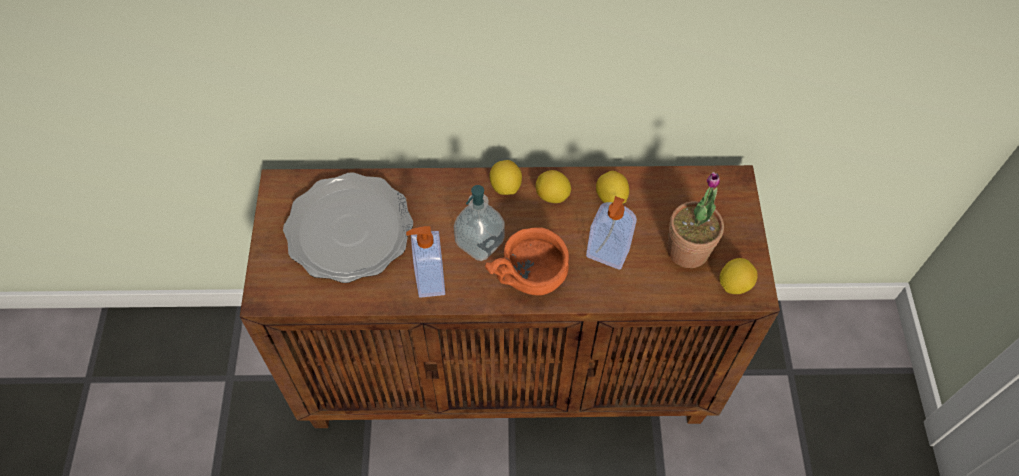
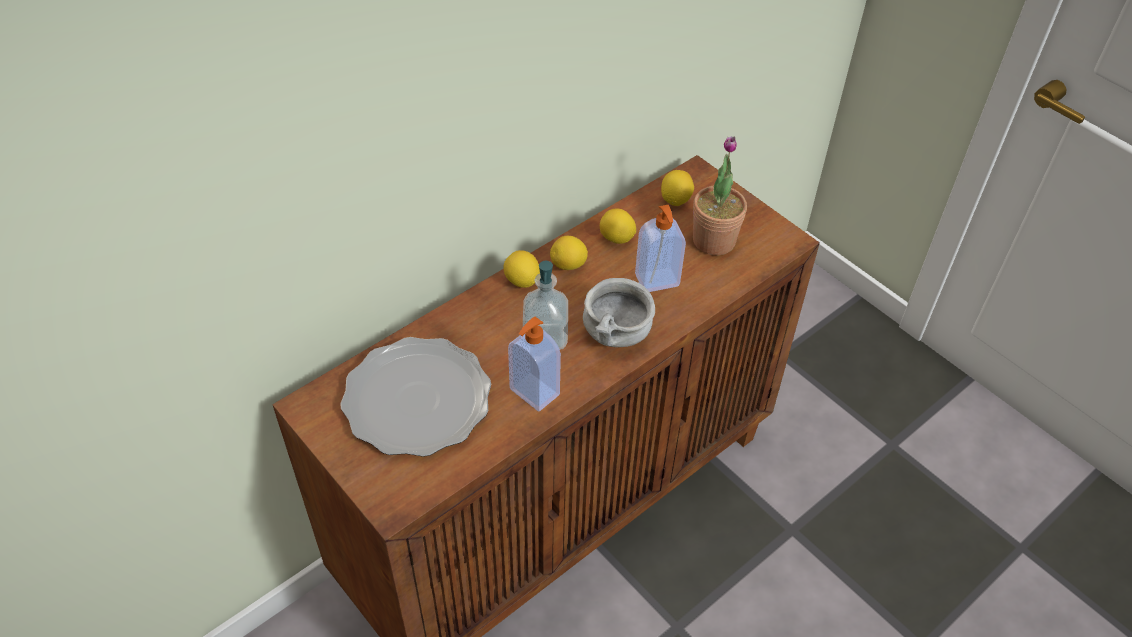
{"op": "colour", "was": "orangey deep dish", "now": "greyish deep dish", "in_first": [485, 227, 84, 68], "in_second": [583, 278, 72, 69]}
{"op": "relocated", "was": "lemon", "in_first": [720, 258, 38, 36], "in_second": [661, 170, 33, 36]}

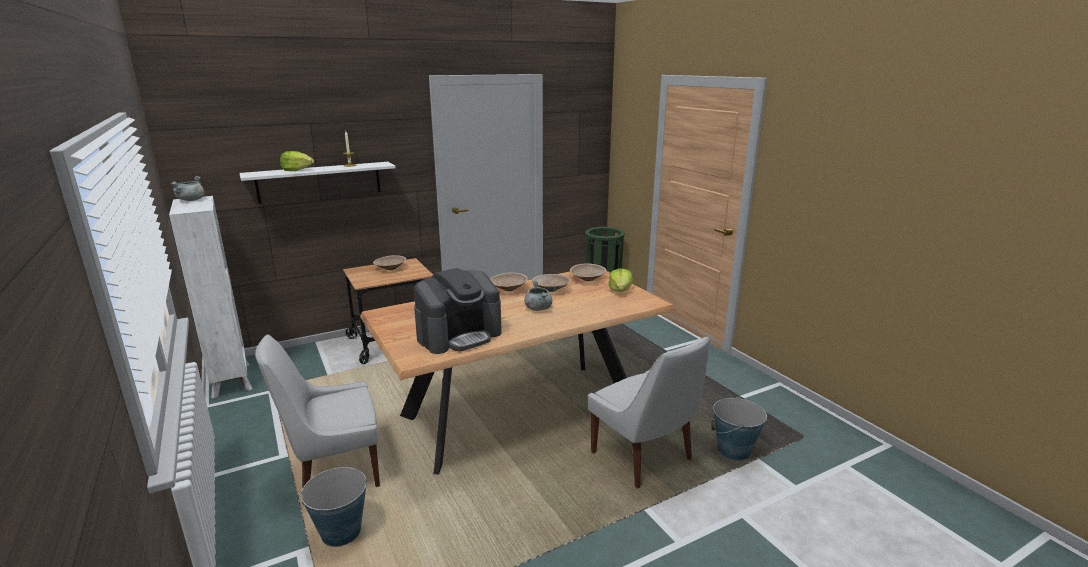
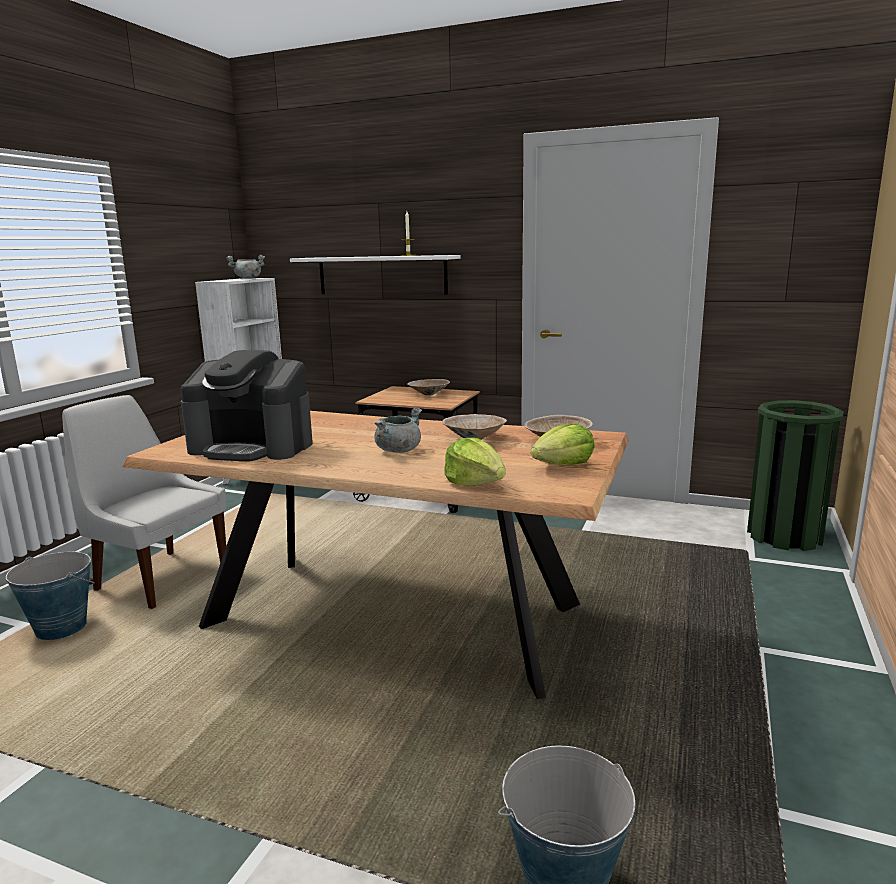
{"op": "relocated", "was": "head of lettuce", "in_first": [280, 151, 34, 20], "in_second": [444, 437, 62, 49]}
{"op": "missing", "was": "beige deep dish", "in_first": [490, 272, 38, 19]}
{"op": "missing", "was": "whitish upright chair", "in_first": [588, 337, 122, 151]}

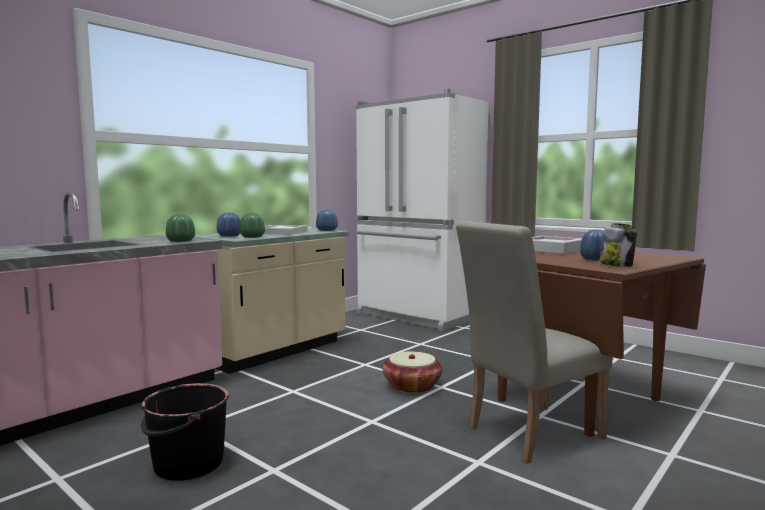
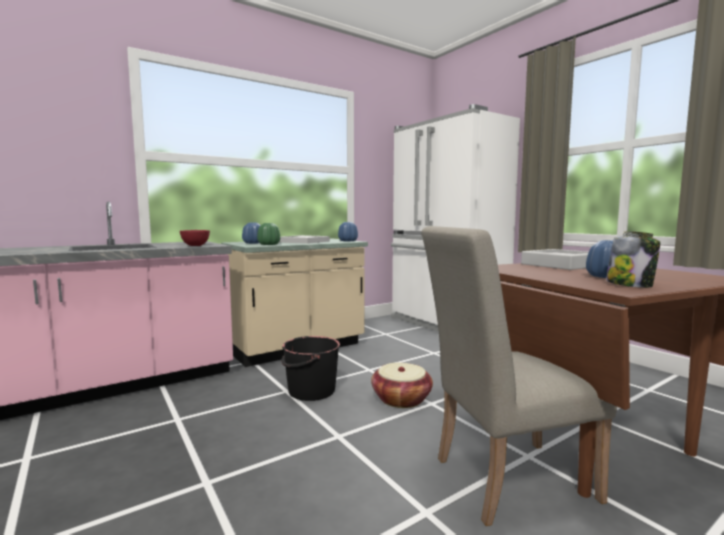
{"op": "relocated", "was": "black pail", "in_first": [141, 383, 88, 98], "in_second": [281, 336, 59, 65]}
{"op": "exchanged", "was": "green-coloured decorative vase", "now": "red-coloured deep dish", "in_first": [166, 214, 29, 28], "in_second": [180, 230, 30, 16]}

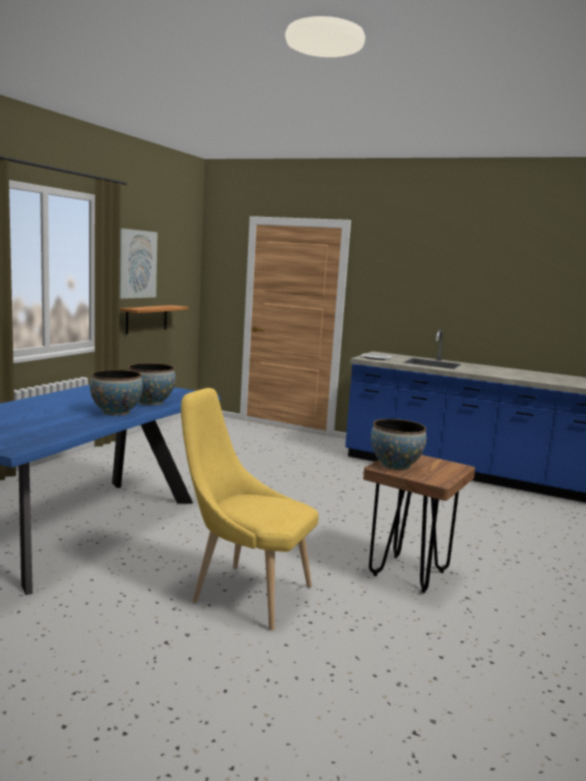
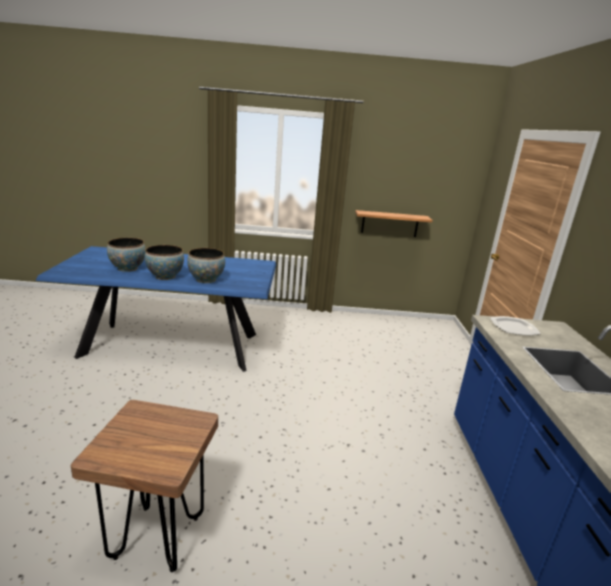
{"op": "missing", "was": "wall picture", "in_first": [119, 228, 39, 71]}
{"op": "missing", "was": "yellow-coloured upright chair", "in_first": [181, 388, 138, 242]}
{"op": "relocated", "was": "deep dish", "in_first": [371, 419, 55, 51], "in_second": [107, 238, 39, 34]}

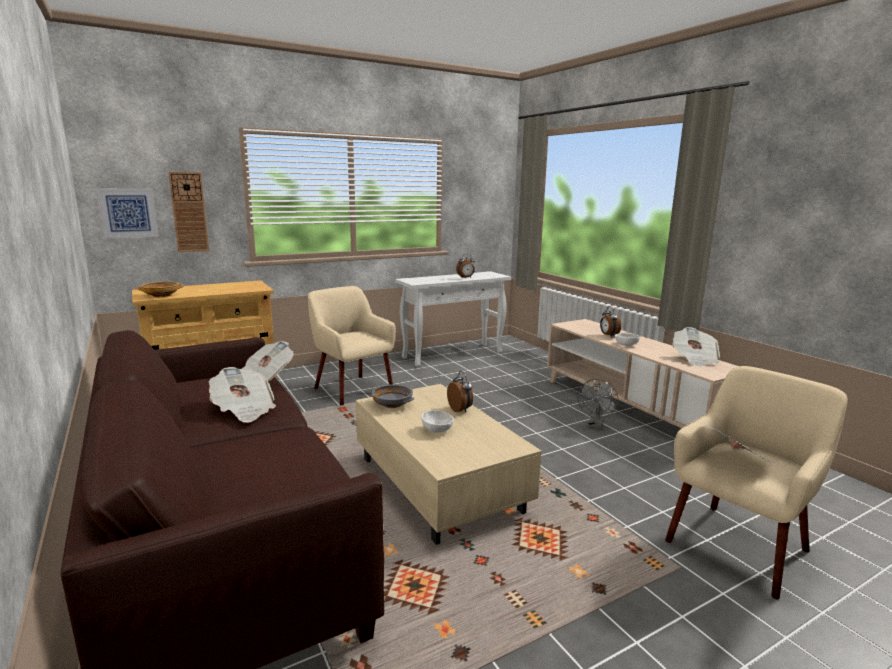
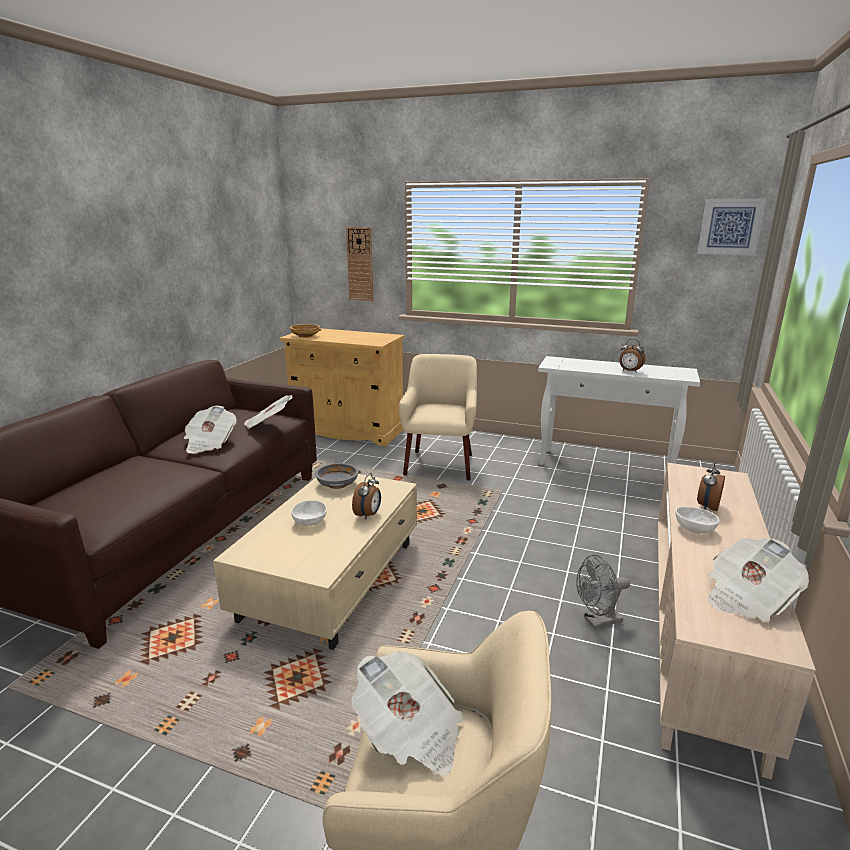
{"op": "relocated", "was": "wall picture", "in_first": [96, 188, 63, 51], "in_second": [697, 199, 69, 56]}

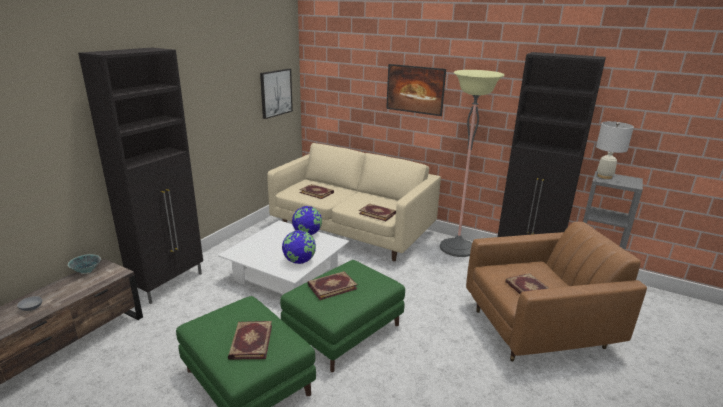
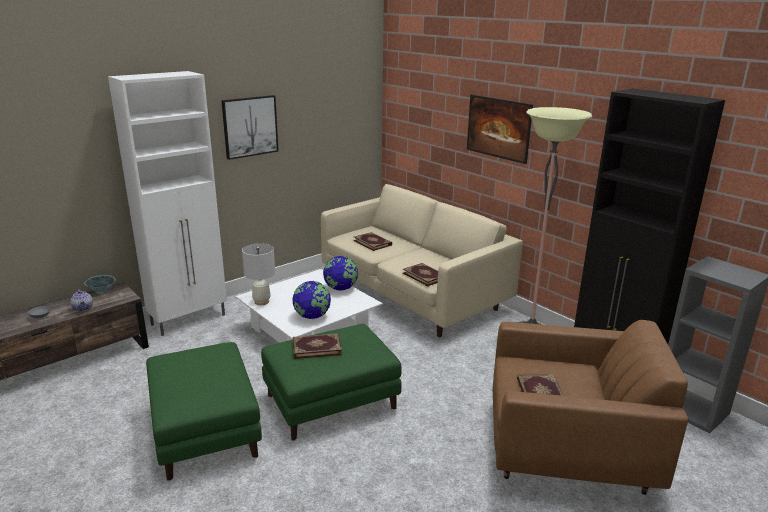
{"op": "colour", "was": "black storage cabinet", "now": "whitish storage cabinet", "in_first": [78, 48, 125, 256], "in_second": [108, 71, 119, 265]}
{"op": "missing", "was": "book", "in_first": [228, 321, 44, 39]}
{"op": "relocated", "was": "wall picture", "in_first": [260, 69, 33, 50], "in_second": [221, 95, 58, 65]}
{"op": "relocated", "was": "whitish table lamp", "in_first": [596, 121, 38, 58], "in_second": [242, 243, 33, 62]}
{"op": "appeared", "now": "pot for tea", "in_second": [70, 289, 23, 22]}

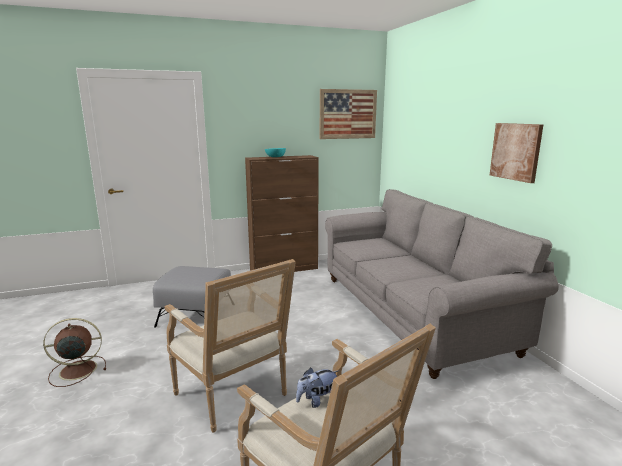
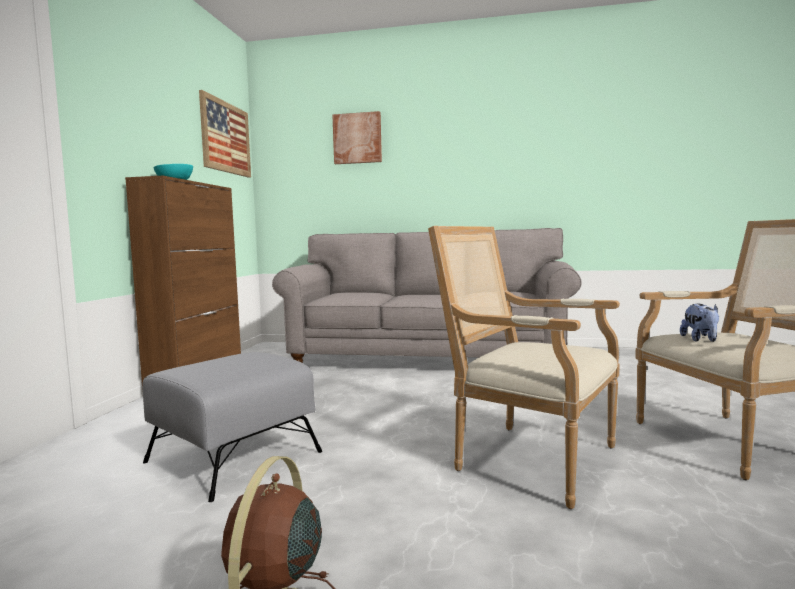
{"op": "spun", "was": "armchair", "in_first": [165, 259, 131, 173], "in_second": [428, 226, 192, 283], "clockwise": -135}
{"op": "relocated", "was": "wall picture", "in_first": [490, 123, 53, 60], "in_second": [332, 111, 50, 53]}

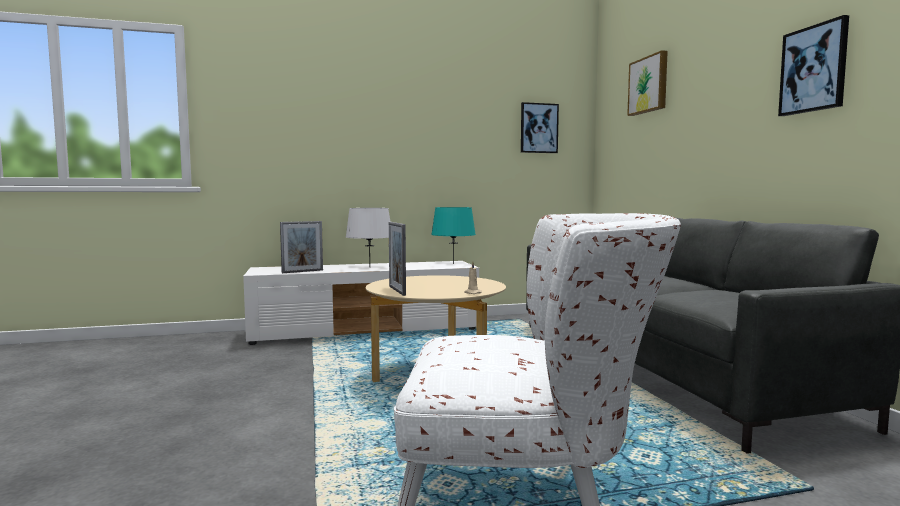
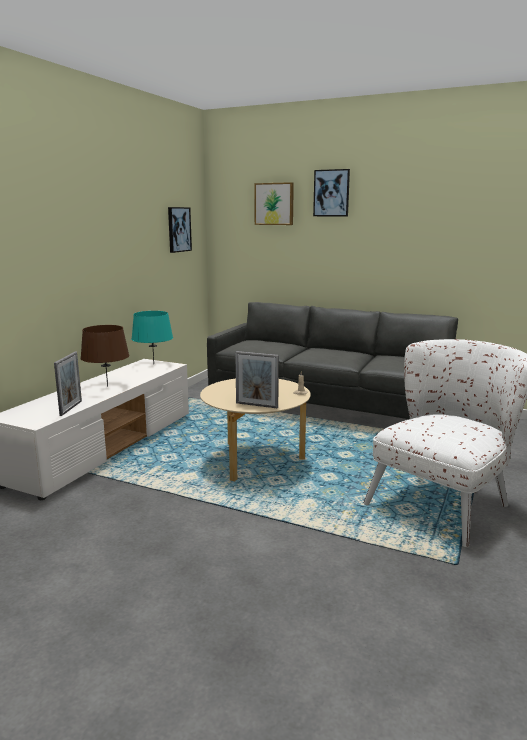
{"op": "colour", "was": "whitish table lamp", "now": "brown table lamp", "in_first": [346, 208, 44, 57], "in_second": [80, 325, 49, 62]}
{"op": "relocated", "was": "wall picture", "in_first": [778, 15, 71, 101], "in_second": [313, 169, 37, 47]}

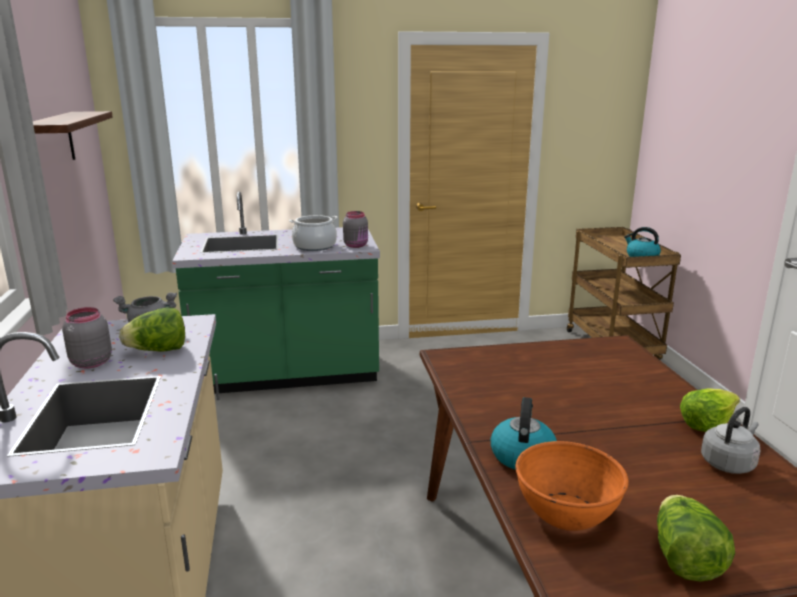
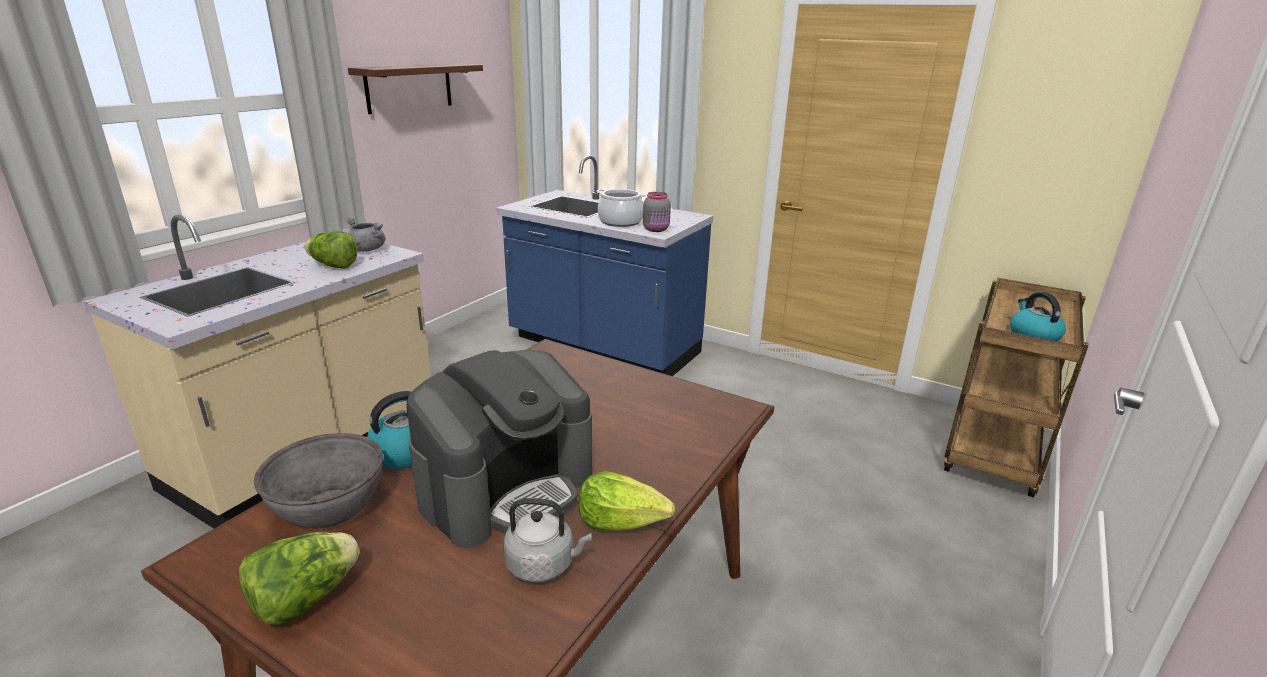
{"op": "missing", "was": "greyish storage jar", "in_first": [62, 307, 50, 62]}
{"op": "colour", "was": "green-coloured counter", "now": "blue counter", "in_first": [172, 192, 208, 202], "in_second": [496, 155, 217, 221]}
{"op": "colour", "was": "orangey deep dish", "now": "greyish deep dish", "in_first": [515, 441, 114, 90], "in_second": [254, 433, 129, 95]}
{"op": "appeared", "now": "coffee maker", "in_second": [406, 350, 186, 198]}

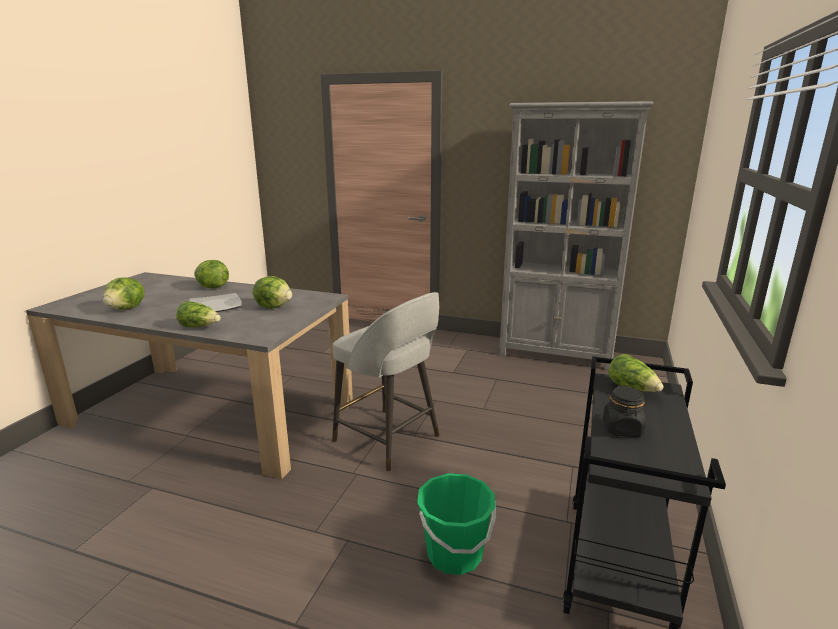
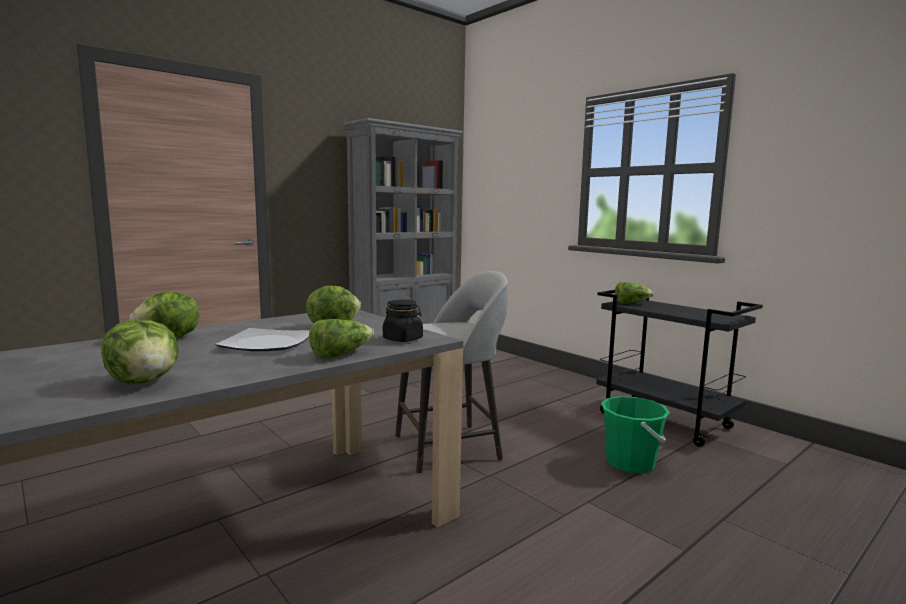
{"op": "relocated", "was": "black storage jar", "in_first": [603, 385, 43, 52], "in_second": [383, 300, 40, 42]}

